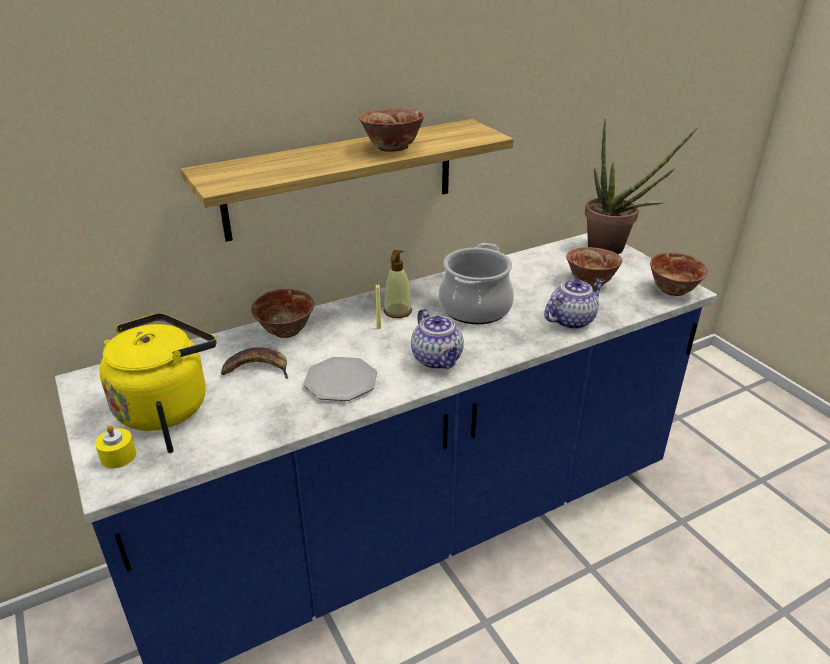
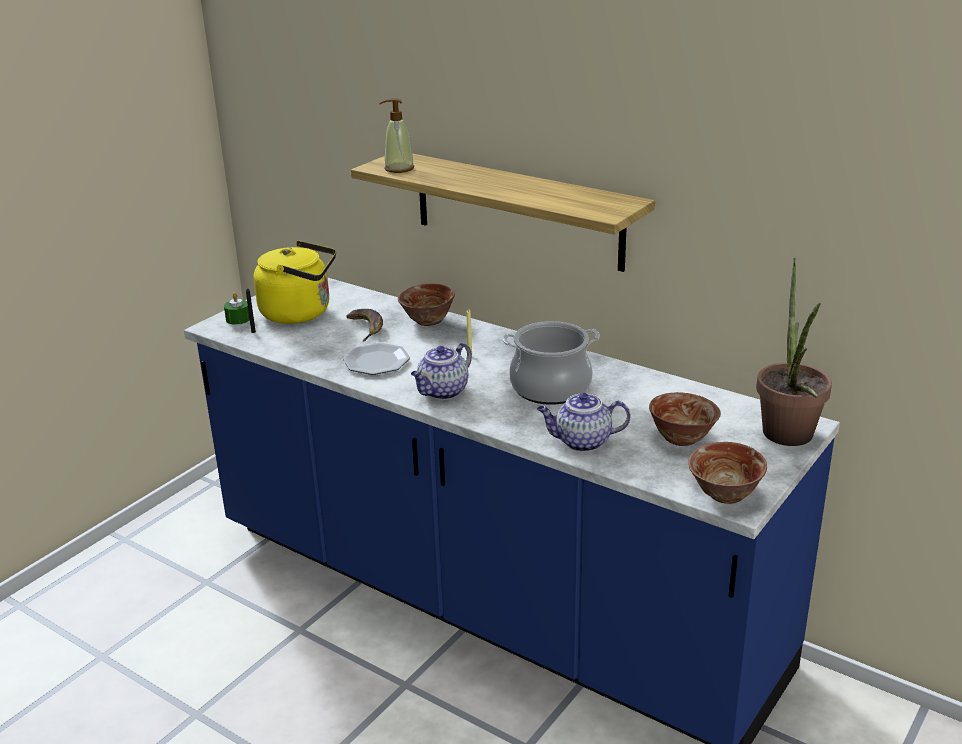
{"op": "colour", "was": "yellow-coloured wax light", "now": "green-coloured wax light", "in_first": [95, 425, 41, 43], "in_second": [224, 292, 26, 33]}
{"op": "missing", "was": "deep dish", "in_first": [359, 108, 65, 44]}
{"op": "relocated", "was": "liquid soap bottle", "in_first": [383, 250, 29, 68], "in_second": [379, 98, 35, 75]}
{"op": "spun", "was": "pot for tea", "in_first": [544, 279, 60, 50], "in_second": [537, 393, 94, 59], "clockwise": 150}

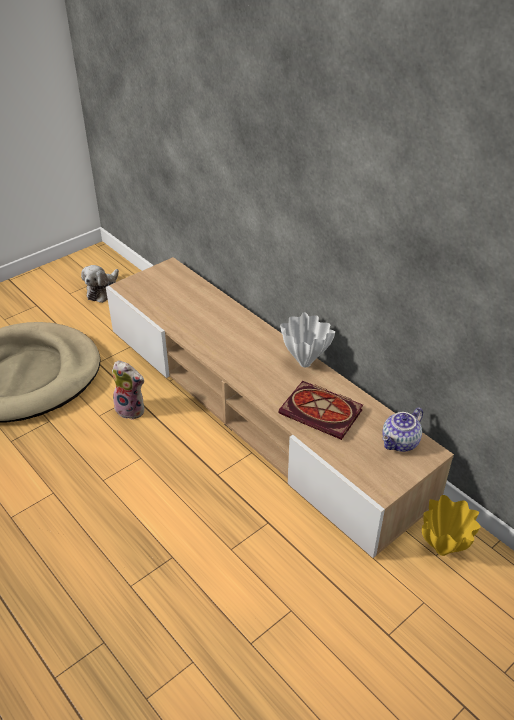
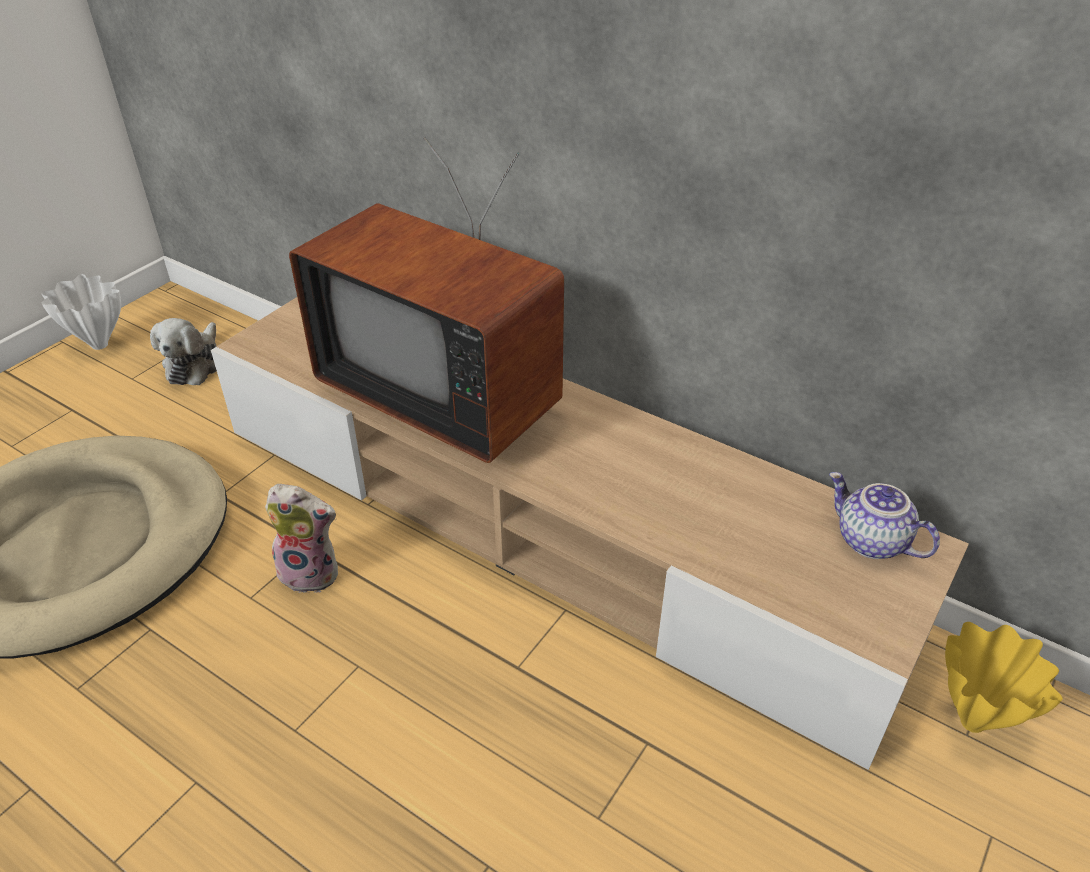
{"op": "missing", "was": "book", "in_first": [279, 381, 84, 59]}
{"op": "relocated", "was": "whitish decorative vase", "in_first": [280, 312, 55, 56], "in_second": [41, 274, 80, 76]}
{"op": "spun", "was": "pot for tea", "in_first": [382, 407, 41, 45], "in_second": [829, 472, 111, 87], "clockwise": 105}
{"op": "appeared", "now": "TV set", "in_second": [289, 137, 275, 326]}

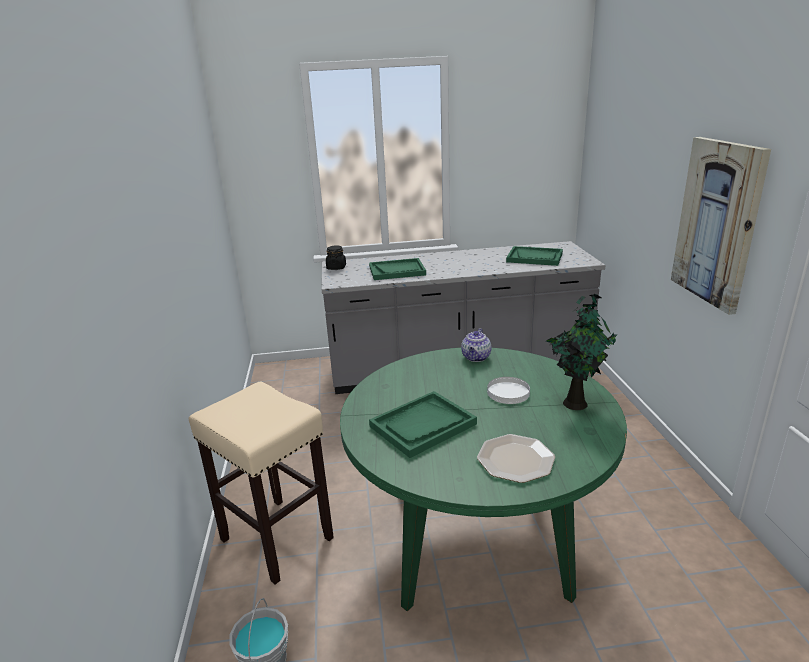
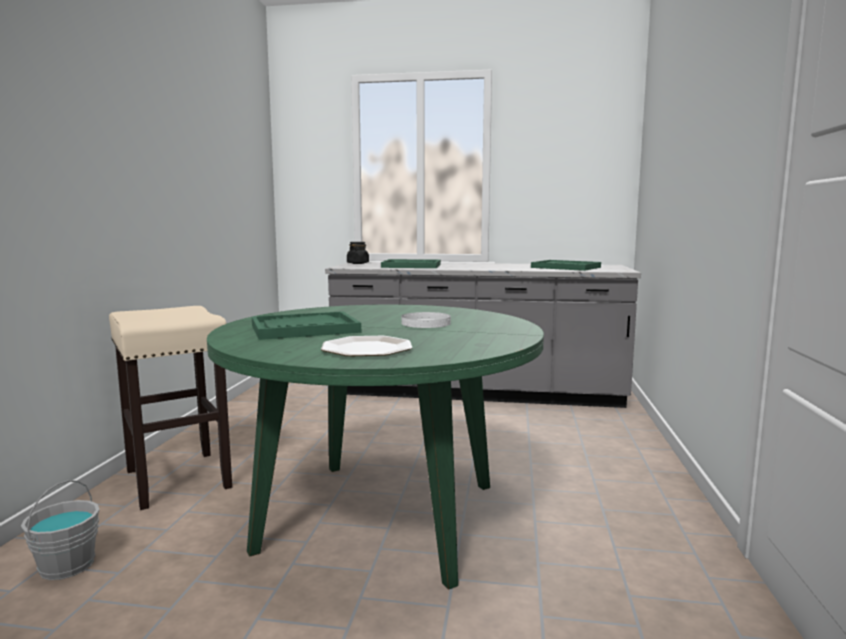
{"op": "missing", "was": "pot for tea", "in_first": [461, 328, 31, 34]}
{"op": "missing", "was": "houseplant", "in_first": [546, 294, 71, 116]}
{"op": "missing", "was": "wall picture", "in_first": [671, 137, 100, 178]}

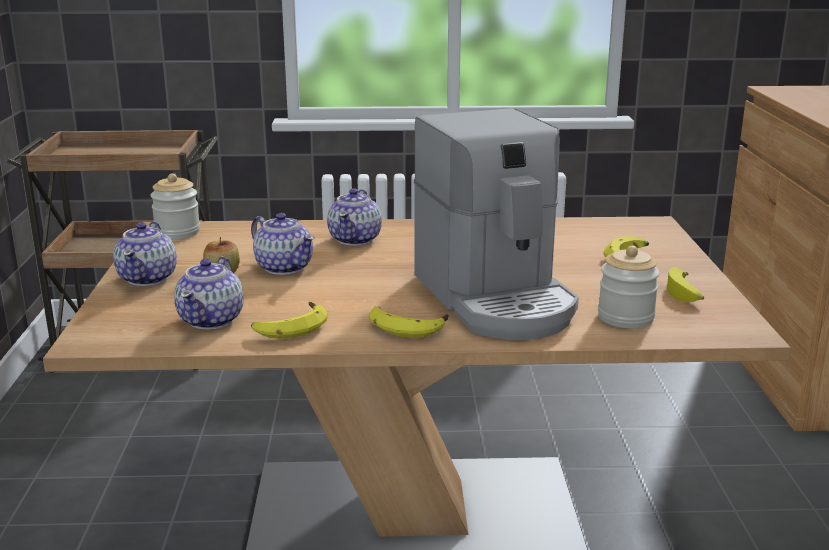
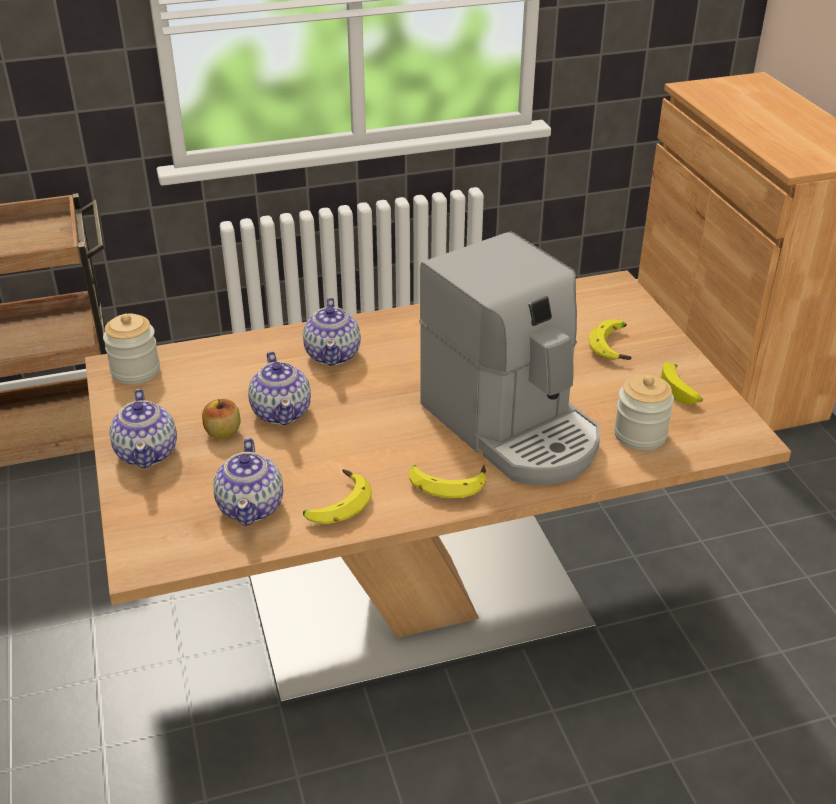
{"op": "spun", "was": "pot for tea", "in_first": [251, 213, 64, 62], "in_second": [248, 352, 63, 73], "clockwise": 45}

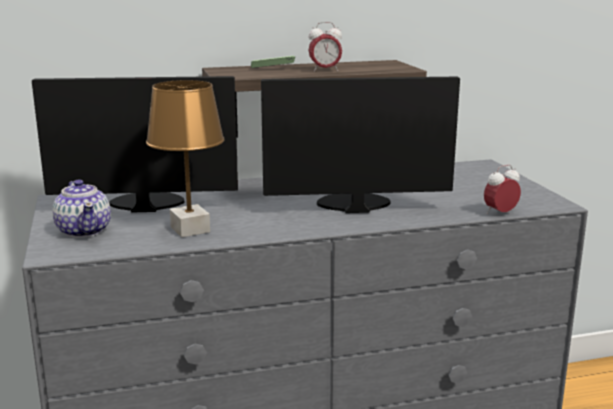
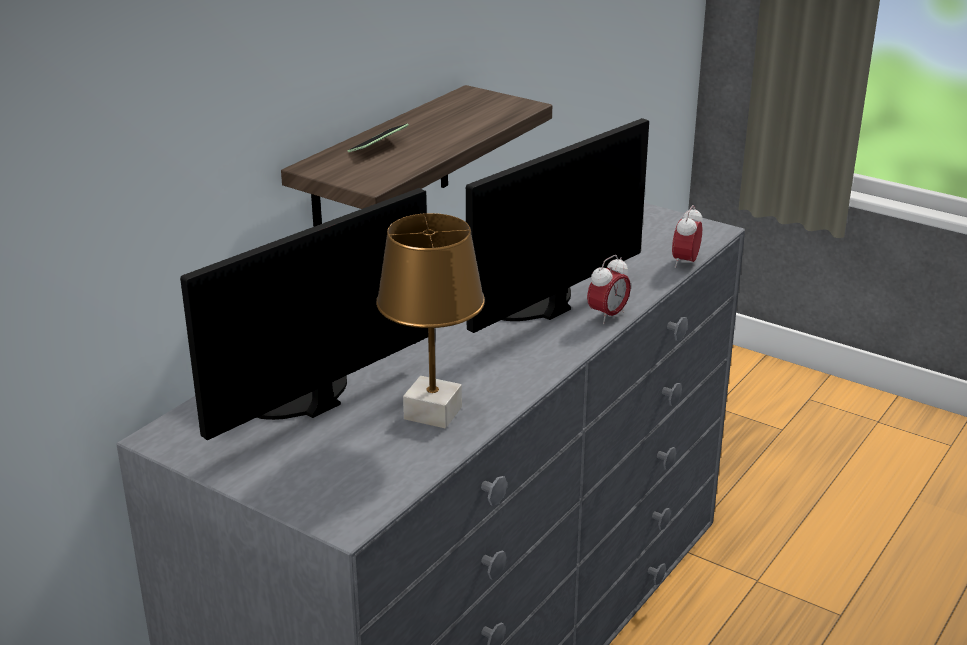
{"op": "missing", "was": "pot for tea", "in_first": [53, 179, 58, 59]}
{"op": "relocated", "was": "alarm clock", "in_first": [309, 22, 33, 50], "in_second": [587, 255, 44, 69]}

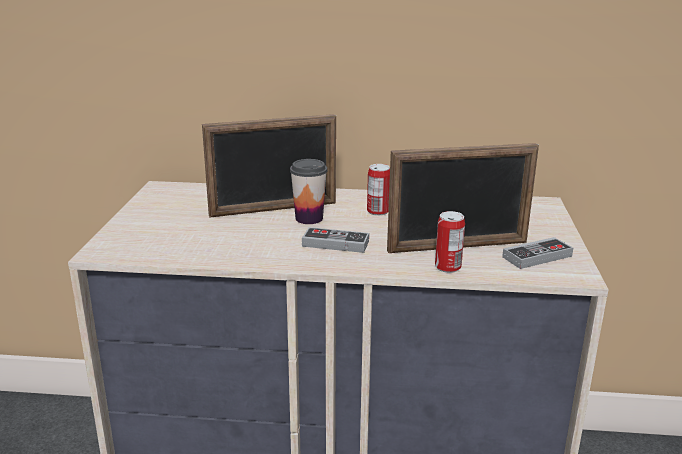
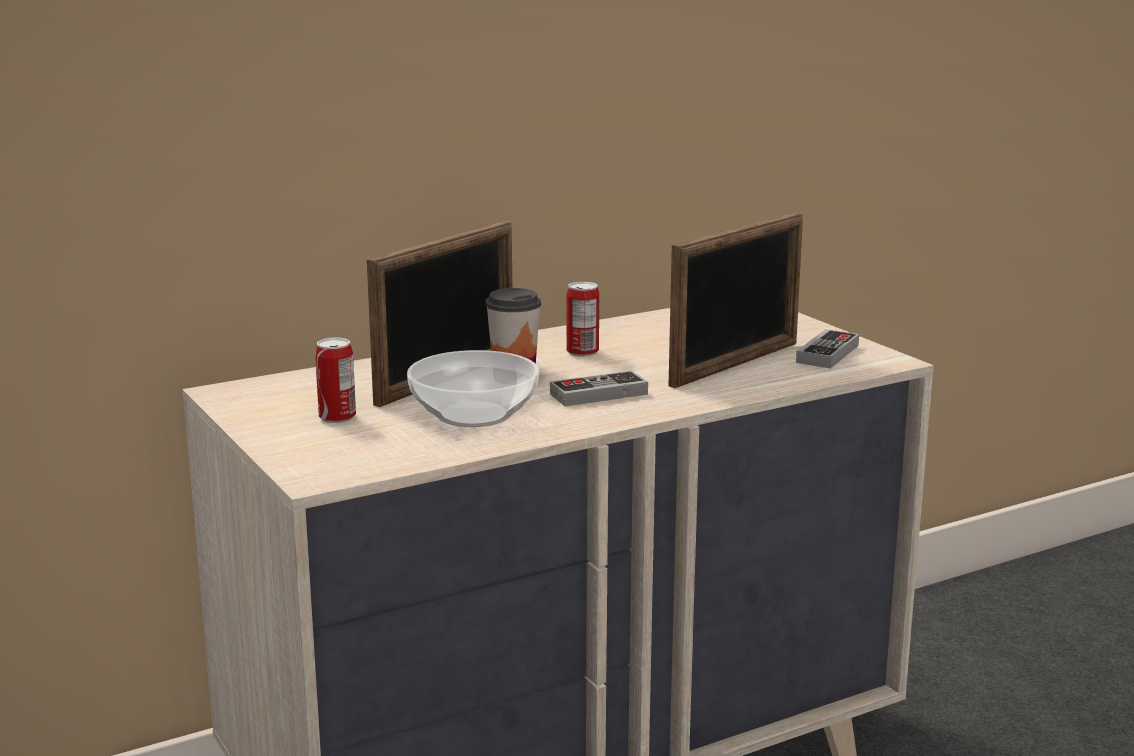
{"op": "relocated", "was": "can", "in_first": [435, 211, 30, 62], "in_second": [315, 338, 41, 85]}
{"op": "appeared", "now": "deep dish", "in_second": [407, 350, 132, 77]}

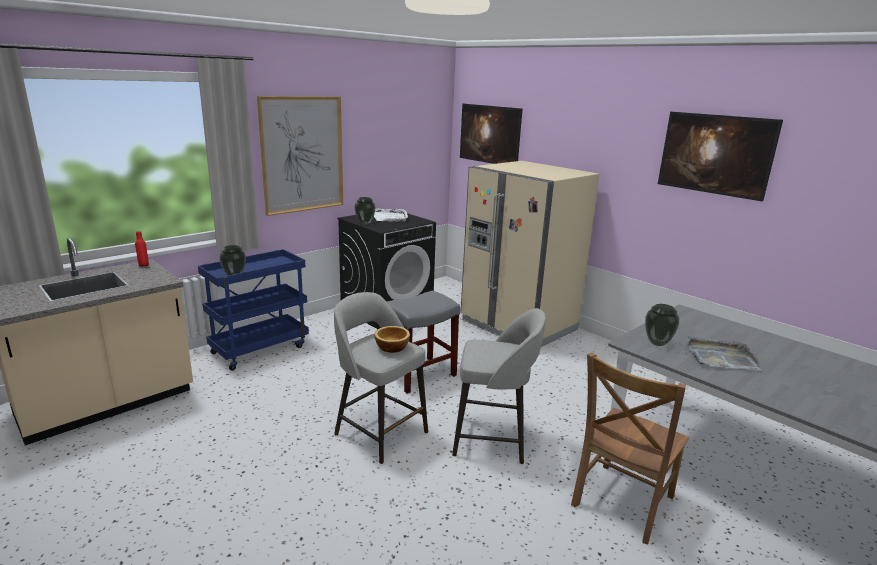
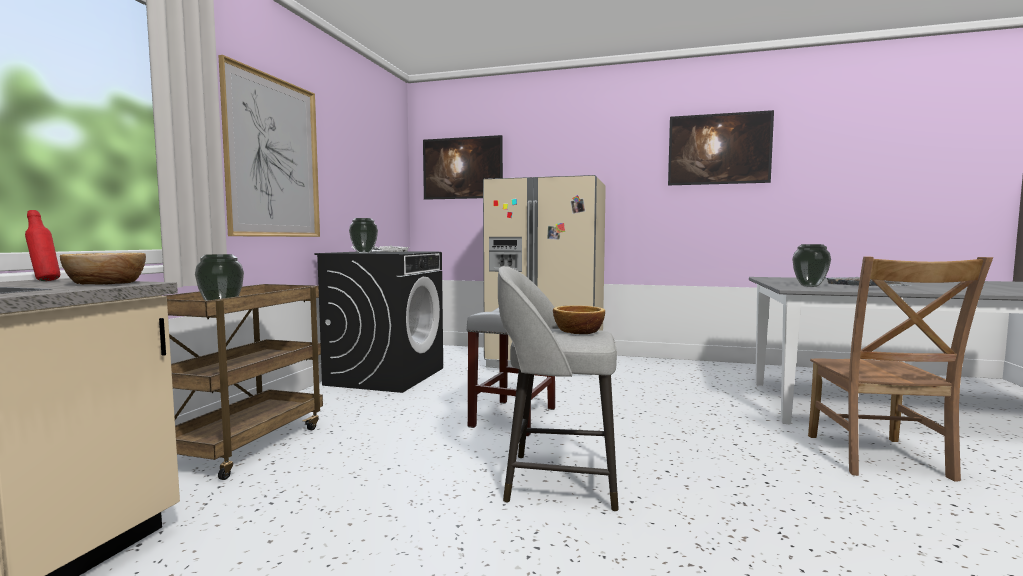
{"op": "colour", "was": "blue trolley", "now": "brown trolley", "in_first": [198, 249, 111, 122], "in_second": [164, 284, 159, 196]}
{"op": "missing", "was": "greyish stool seat", "in_first": [452, 308, 94, 156]}
{"op": "appeared", "now": "deep dish", "in_second": [60, 253, 86, 32]}

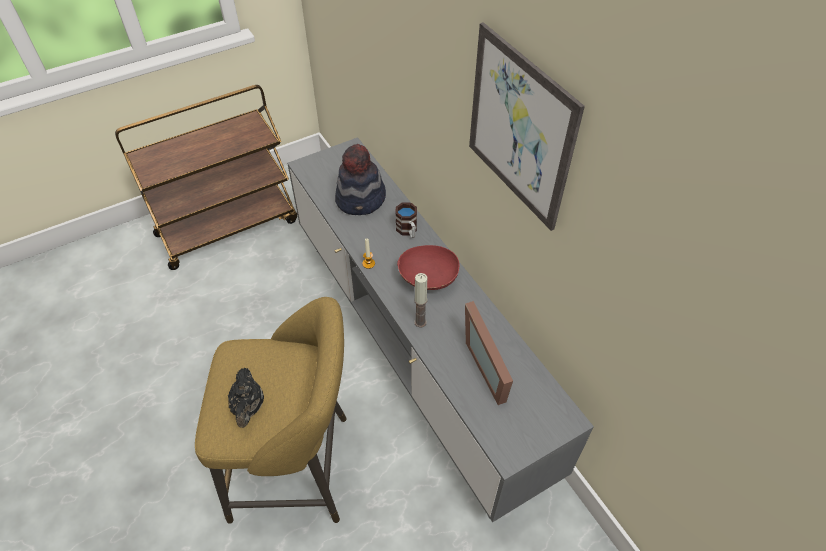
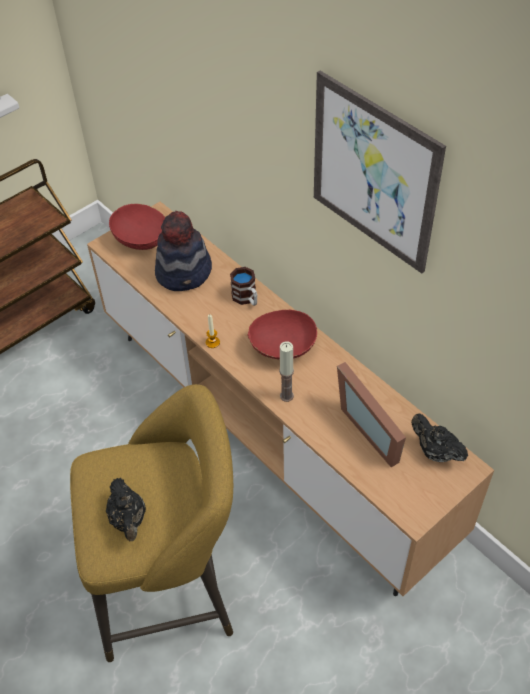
{"op": "colour", "was": "greyish media console", "now": "brown media console", "in_first": [287, 137, 307, 386], "in_second": [87, 201, 407, 395]}
{"op": "appeared", "now": "red-coloured deep dish", "in_second": [109, 204, 56, 46]}
{"op": "appeared", "now": "black pot for tea", "in_second": [411, 413, 57, 49]}

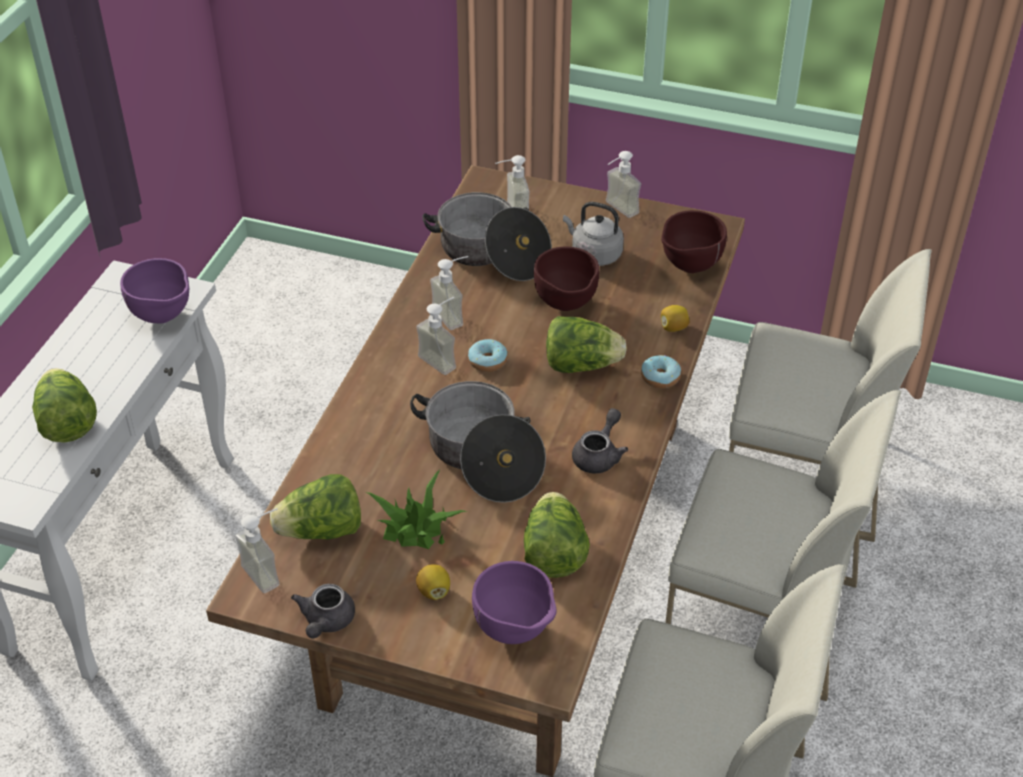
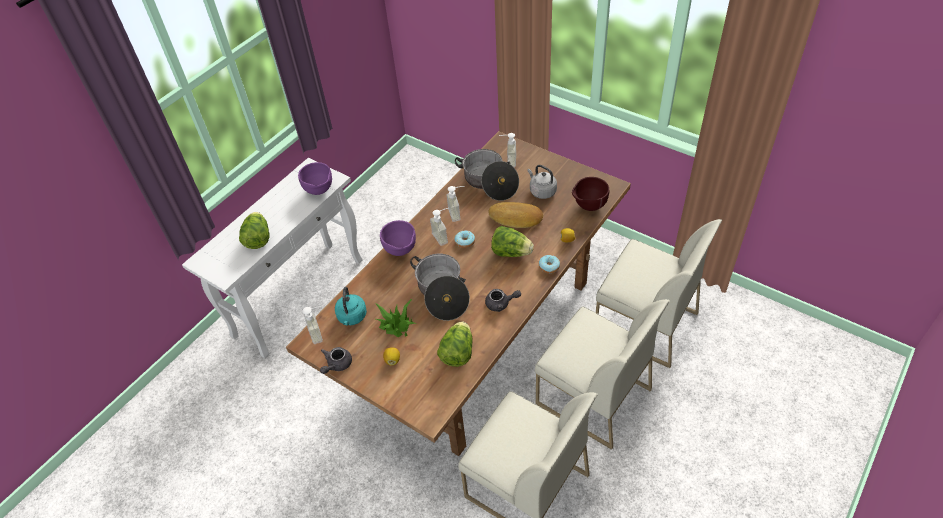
{"op": "exchanged", "was": "head of lettuce", "now": "turquoise-coloured tea kettle", "in_first": [270, 474, 91, 66], "in_second": [335, 287, 32, 39]}
{"op": "relocated", "was": "purple-coloured deep dish", "in_first": [472, 561, 84, 83], "in_second": [380, 220, 36, 36]}
{"op": "exchanged", "was": "brown deep dish", "now": "baked bread", "in_first": [534, 246, 65, 65], "in_second": [488, 202, 55, 26]}
{"op": "spun", "was": "greyish pot for tea", "in_first": [572, 408, 56, 65], "in_second": [485, 289, 36, 23], "clockwise": 45}
{"op": "missing", "was": "liquid soap bottle", "in_first": [606, 151, 35, 67]}

